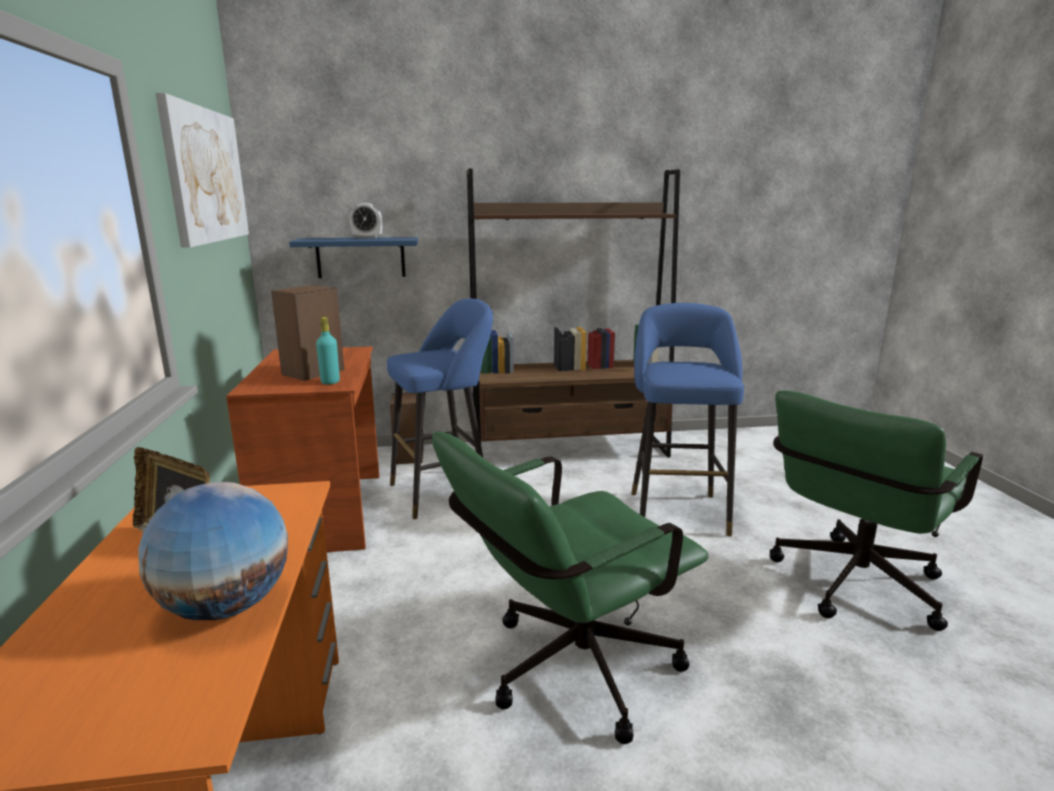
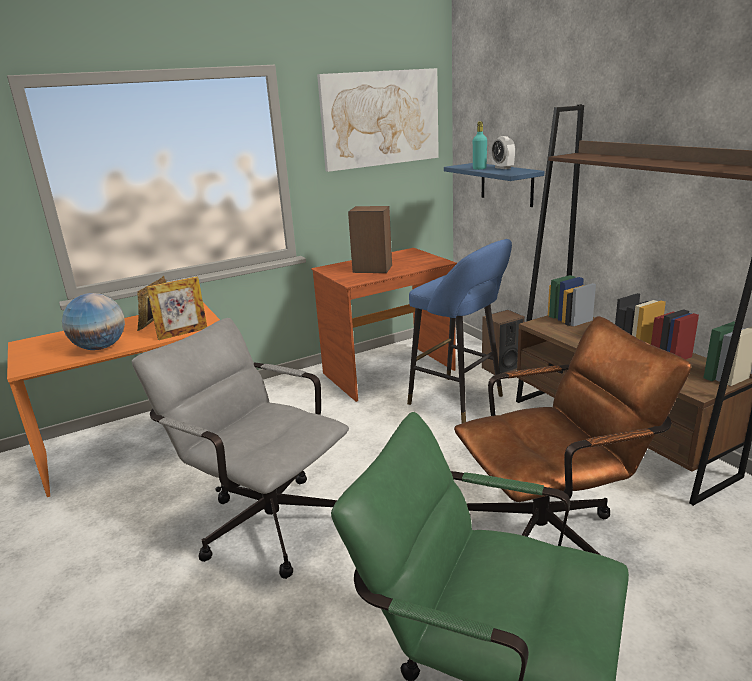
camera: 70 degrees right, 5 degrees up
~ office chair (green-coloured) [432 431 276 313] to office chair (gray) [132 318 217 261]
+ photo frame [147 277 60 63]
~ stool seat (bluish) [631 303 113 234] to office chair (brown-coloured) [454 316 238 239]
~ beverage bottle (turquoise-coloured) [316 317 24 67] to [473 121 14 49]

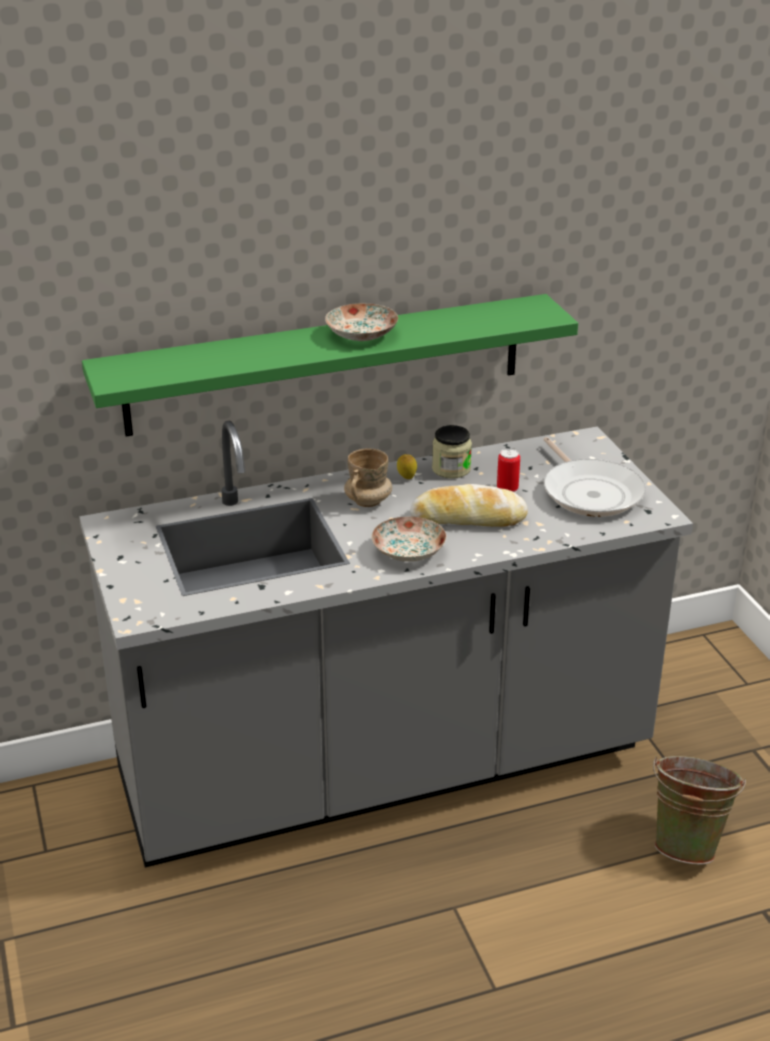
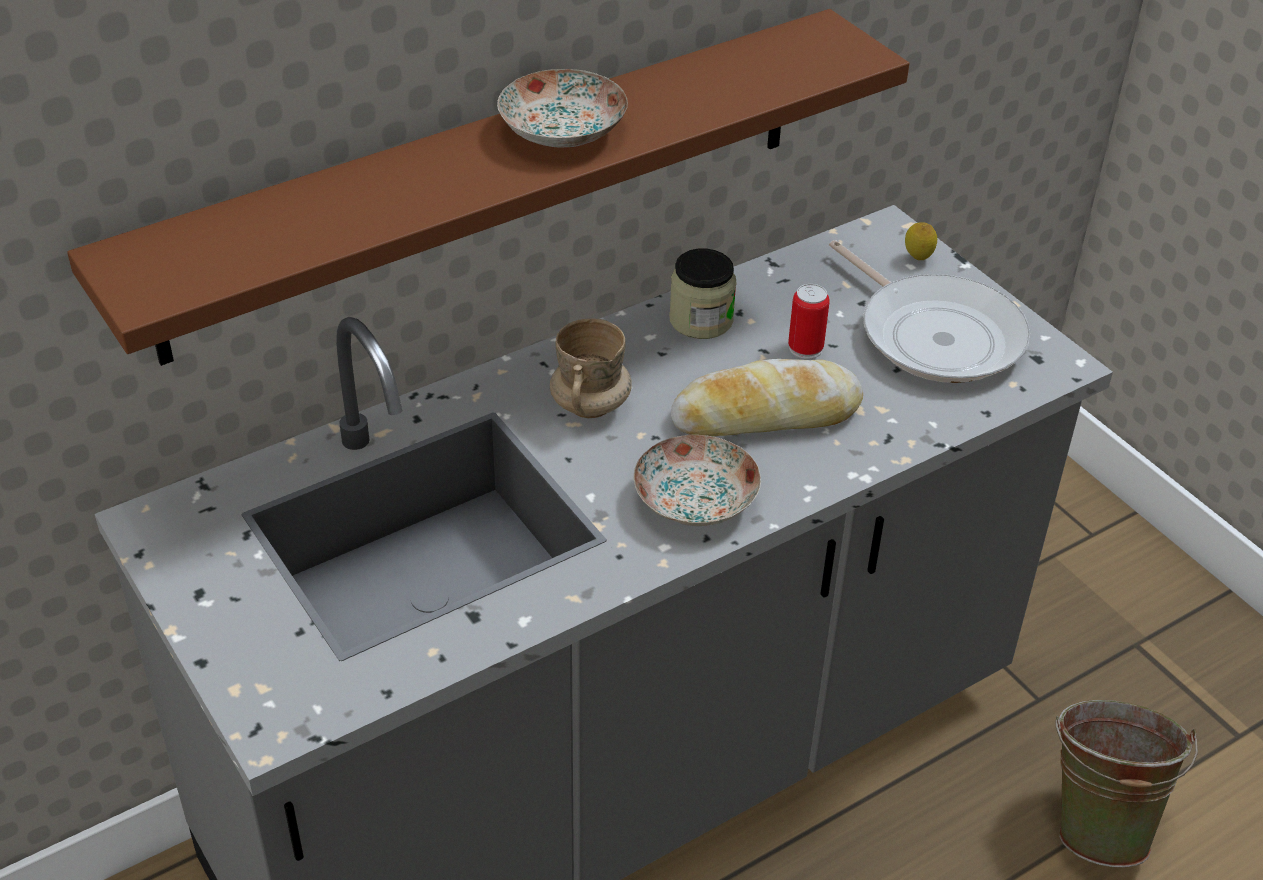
camera: 15 degrees left, 10 degrees up
~ shelf (green-coloured) [82 294 496 142] to shelf (brown-coloured) [67 9 842 357]
~ citrus fruit [397 454 20 25] to [905 222 32 38]

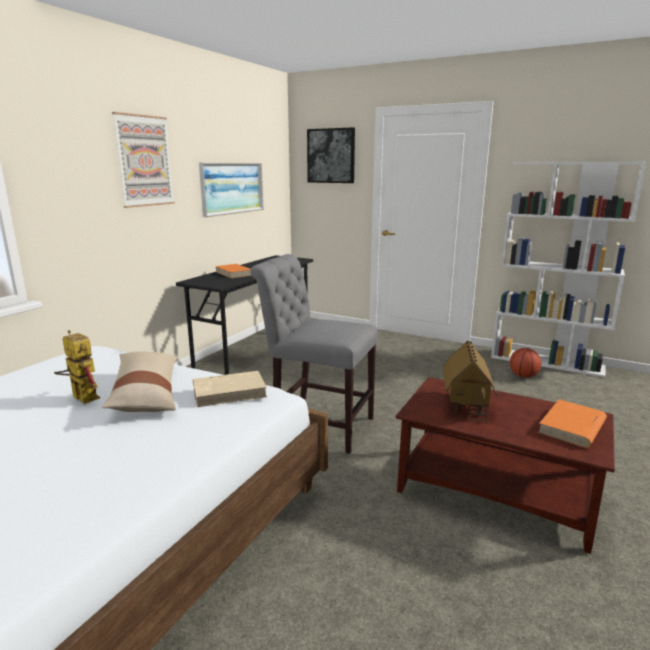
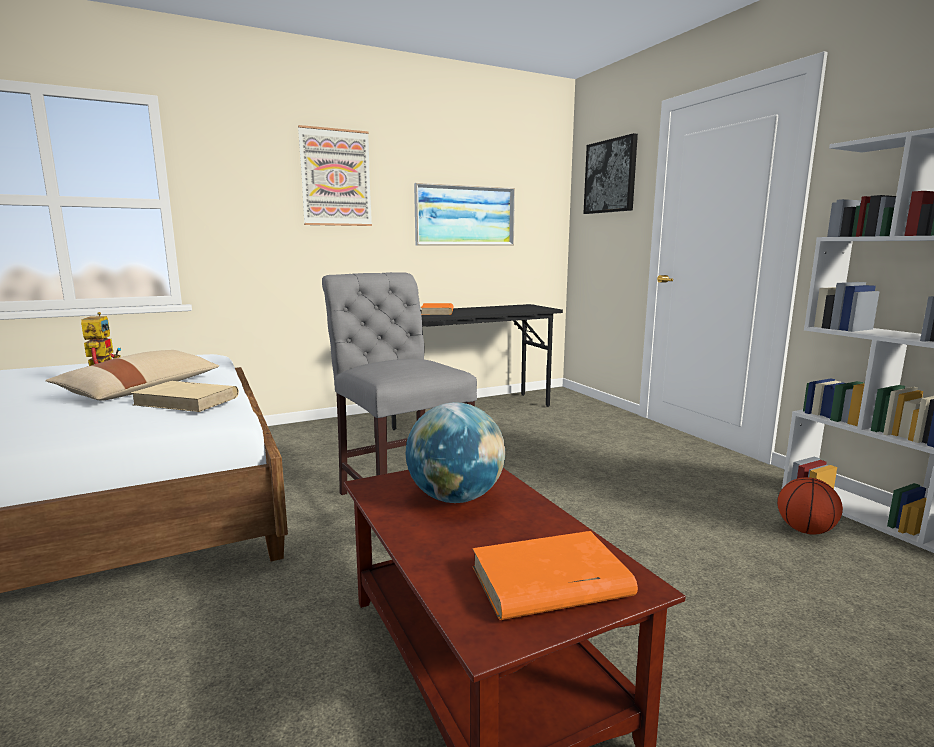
camera: 35 degrees right, 5 degrees down
~ model house [443 340 54 84] to world globe [406 402 99 101]

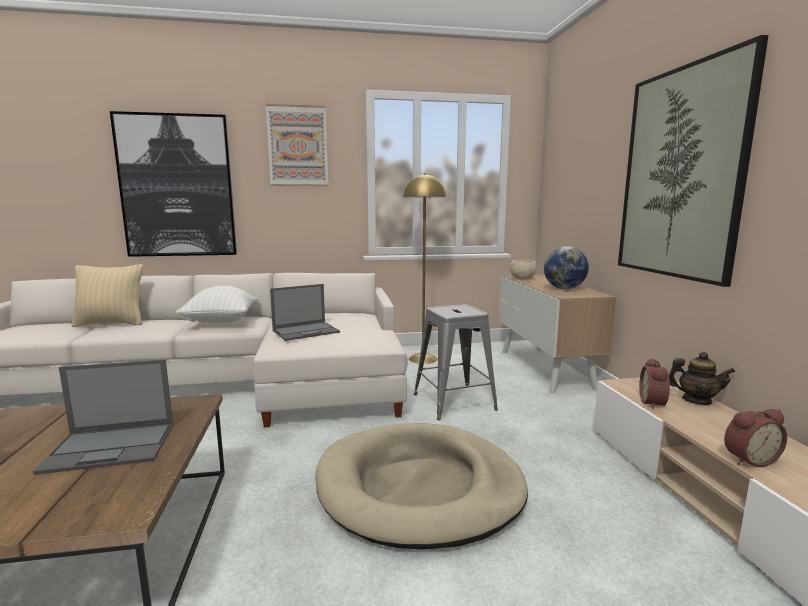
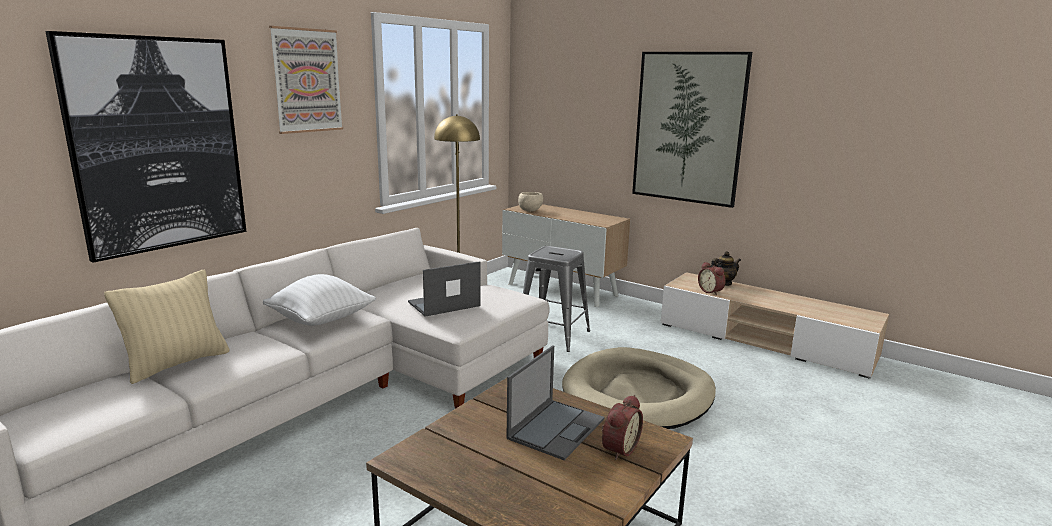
camera: 45 degrees left, 5 degrees up
~ portable computer [270 284 70 57] = [408 261 73 56] 135 degrees counterclockwise
~ table clock [724 409 63 58] to [602 395 41 65]
- world globe [544 246 45 43]

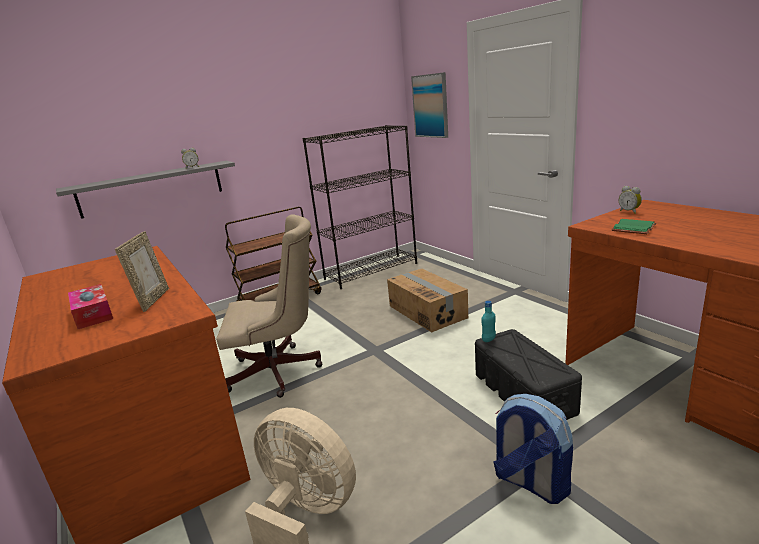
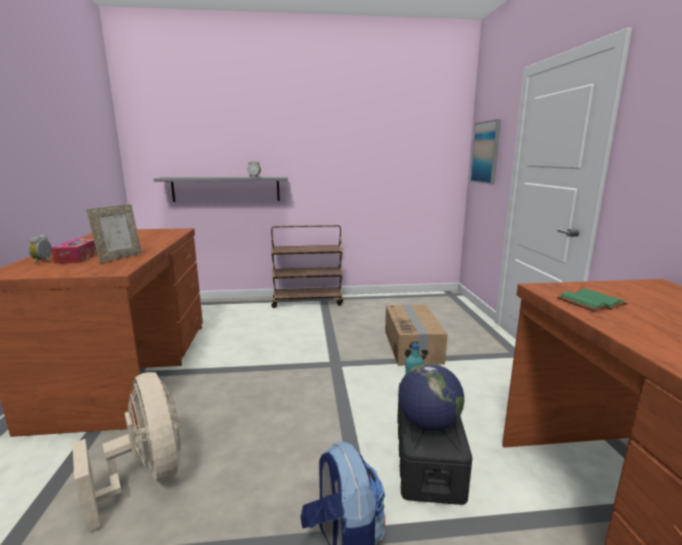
camera: 25 degrees right, 5 degrees down
~ table clock [619 186 23 28] to [28 234 24 30]
+ world globe [398 363 66 68]
- office chair (sand-coloured) [216 214 107 184]
- bookcase (black-coloured) [303 125 114 164]

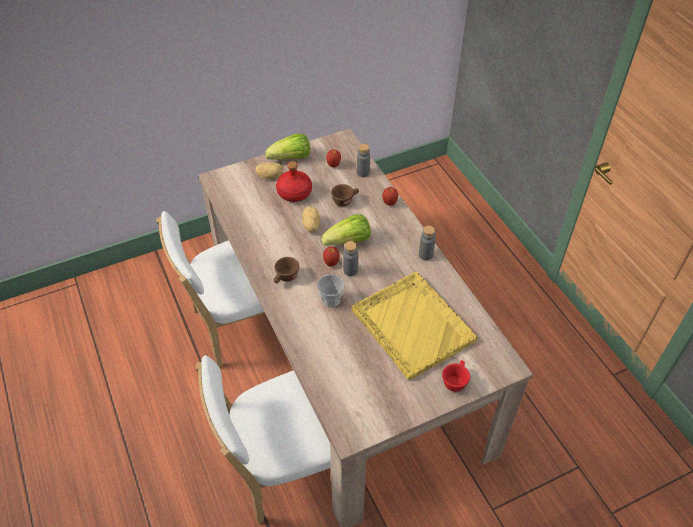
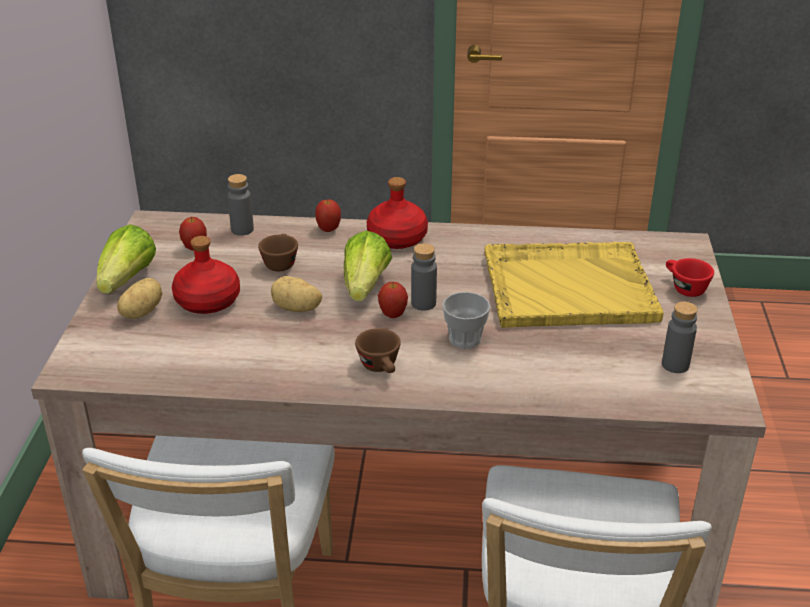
camera: 60 degrees left, 15 degrees down
+ beverage bottle (reddish) [367 177 61 72]
~ beverage bottle (gray) [419 225 17 35] to [662 301 36 72]

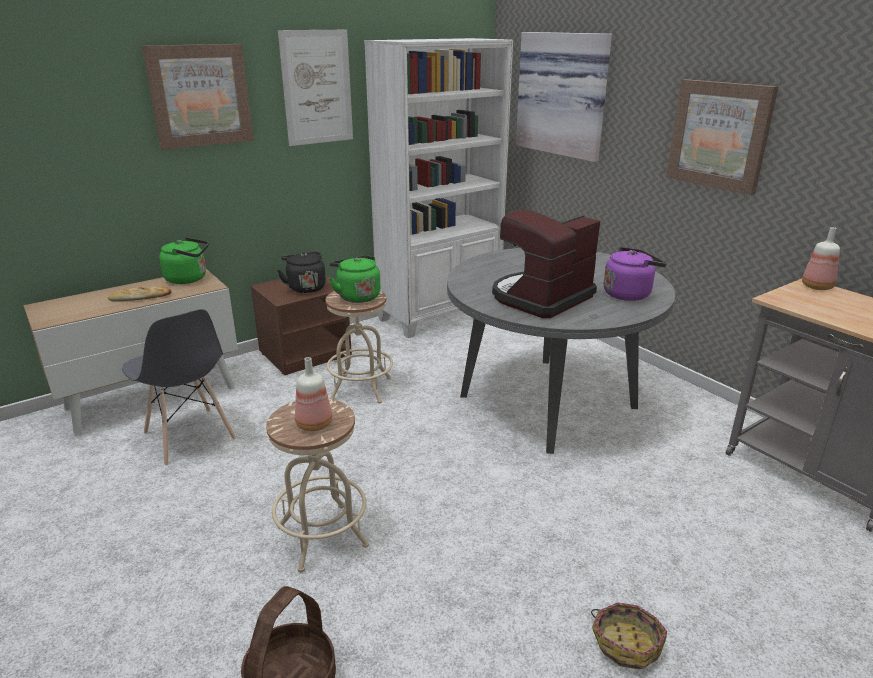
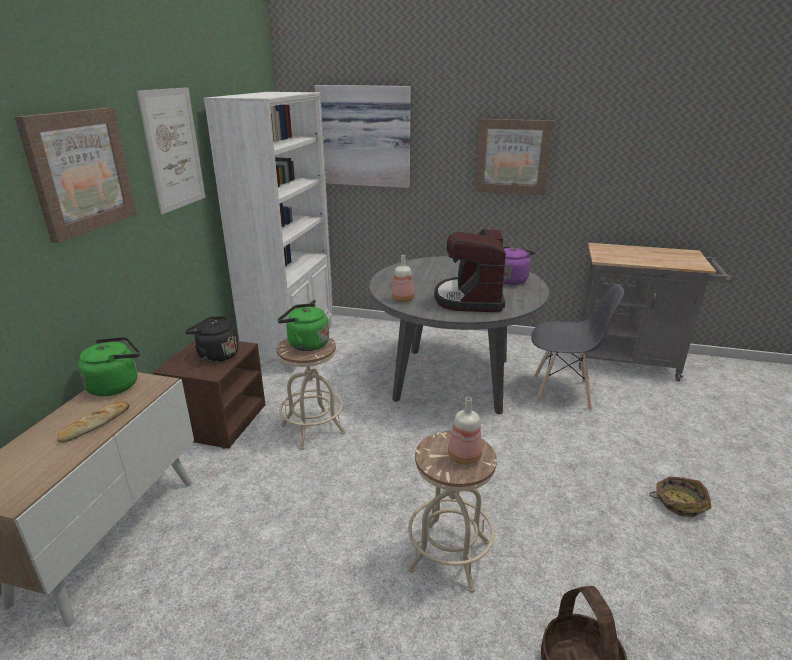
camera: 40 degrees left, 0 degrees up
~ beverage bottle [802 227 38 63] to [392 255 22 47]
~ upright chair (gray) [122 309 114 156] to [531 284 93 126]

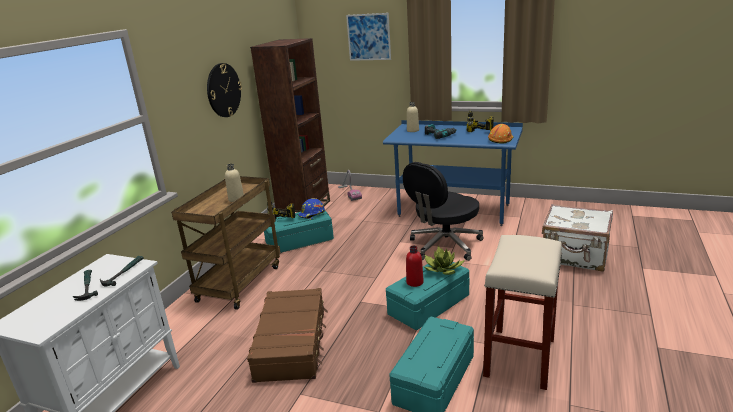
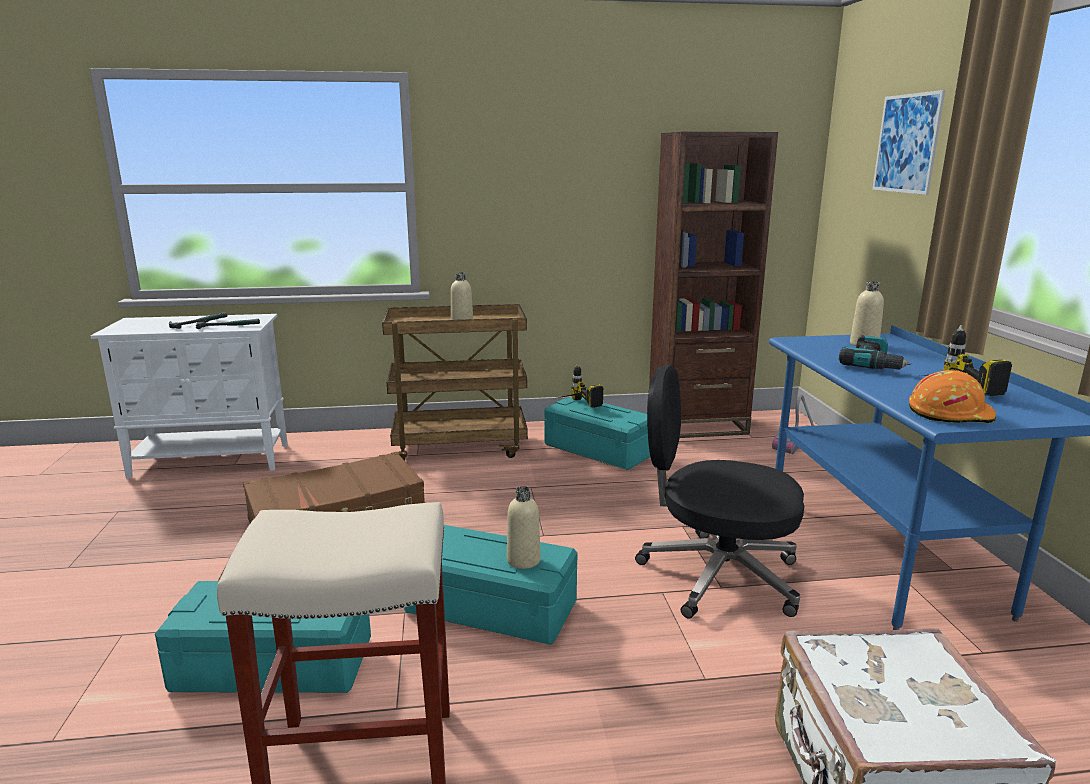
camera: 60 degrees right, 5 degrees down
~ houseplant [424 246 41 29] to beverage bottle (sand-coloured) [507 486 34 83]
- clock on the wall [207 63 35 54]
- work helmet (bluish) [298 198 27 21]
- beverage bottle (reddish) [406 245 18 42]

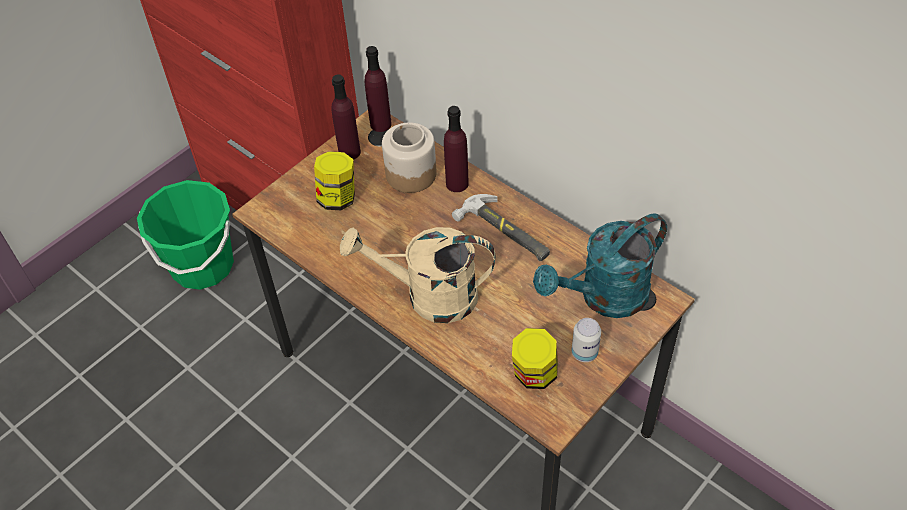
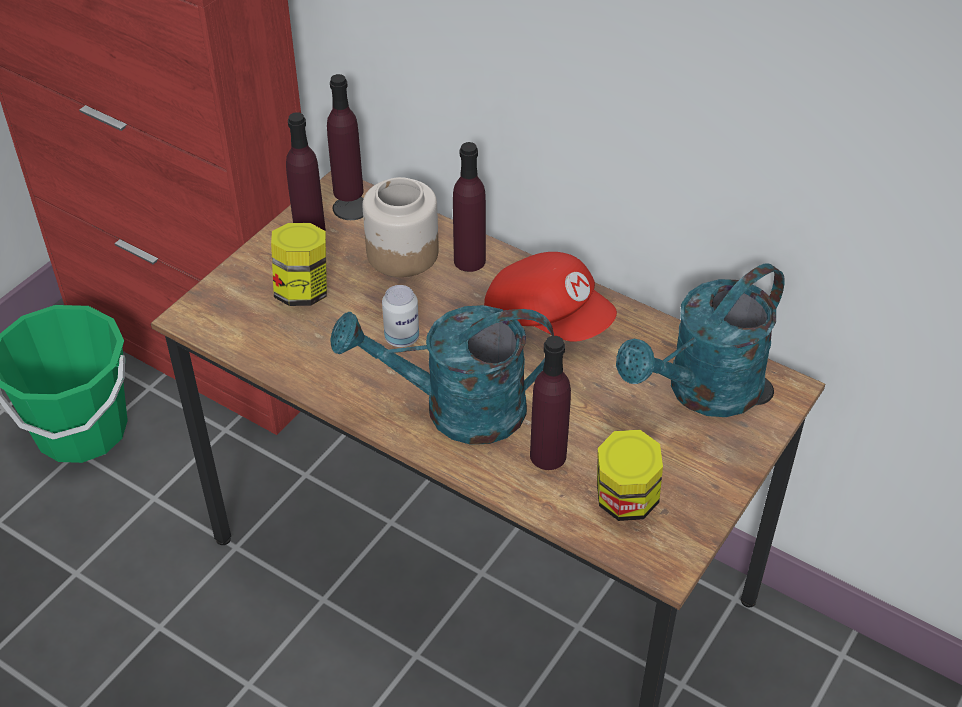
camera: 10 degrees left, 5 degrees down
~ sprinkling can (sand-coloured) [340 227 155 96] to sprinkling can (turquoise-coloured) [330 305 224 140]
~ metal can [571 318 30 44] to [382 285 37 62]
~ hand hammer [452 194 98 67] to baseball cap (reddish) [484 252 133 90]
+ beverage bottle (purple) [530 336 41 134]

